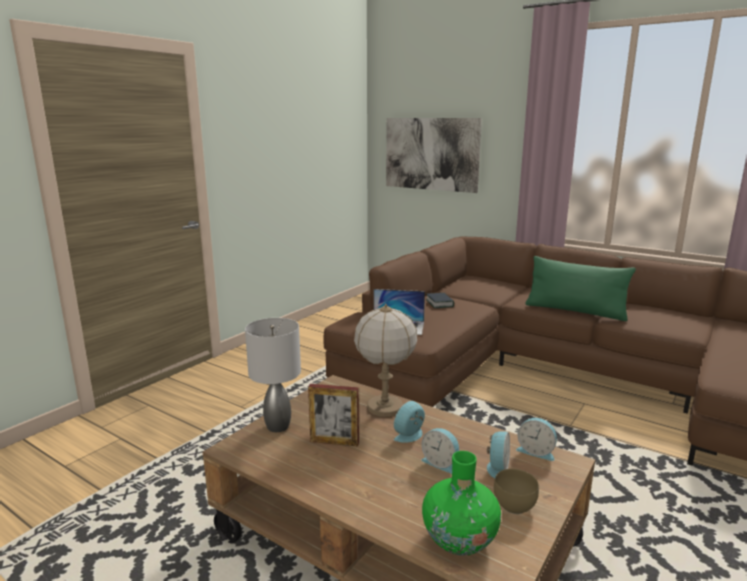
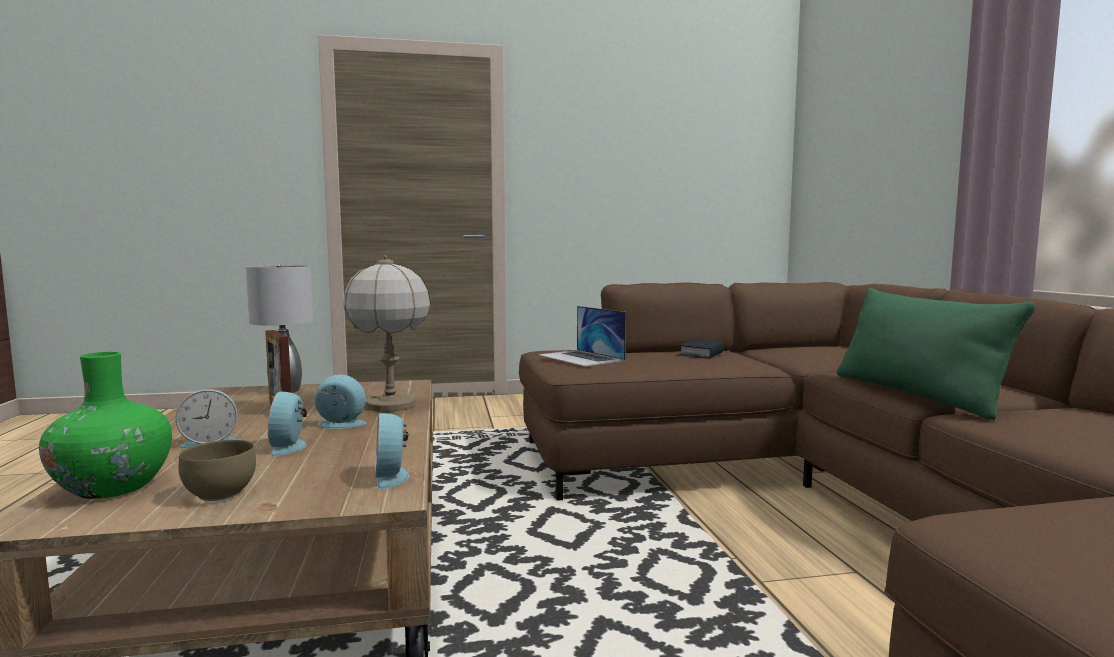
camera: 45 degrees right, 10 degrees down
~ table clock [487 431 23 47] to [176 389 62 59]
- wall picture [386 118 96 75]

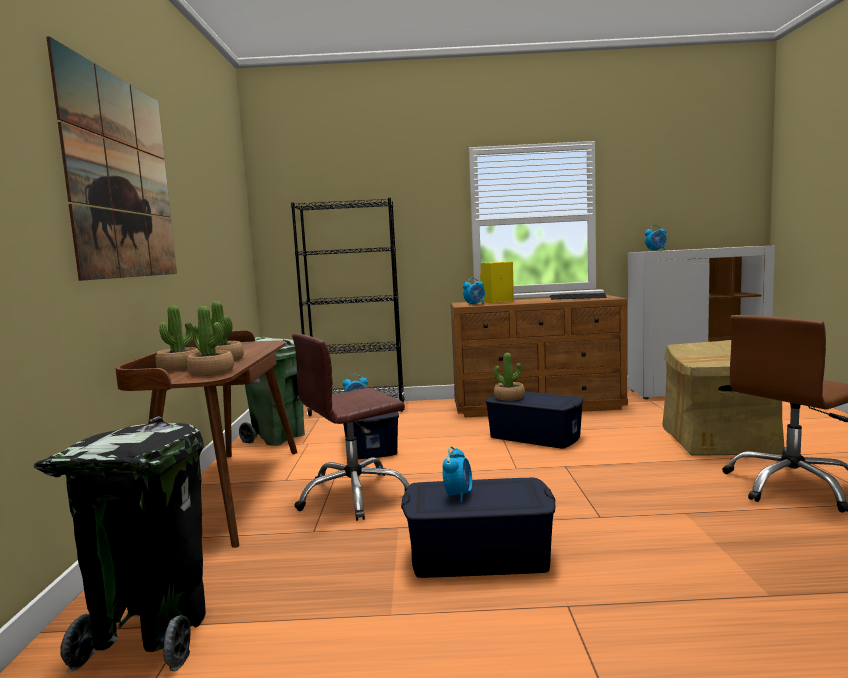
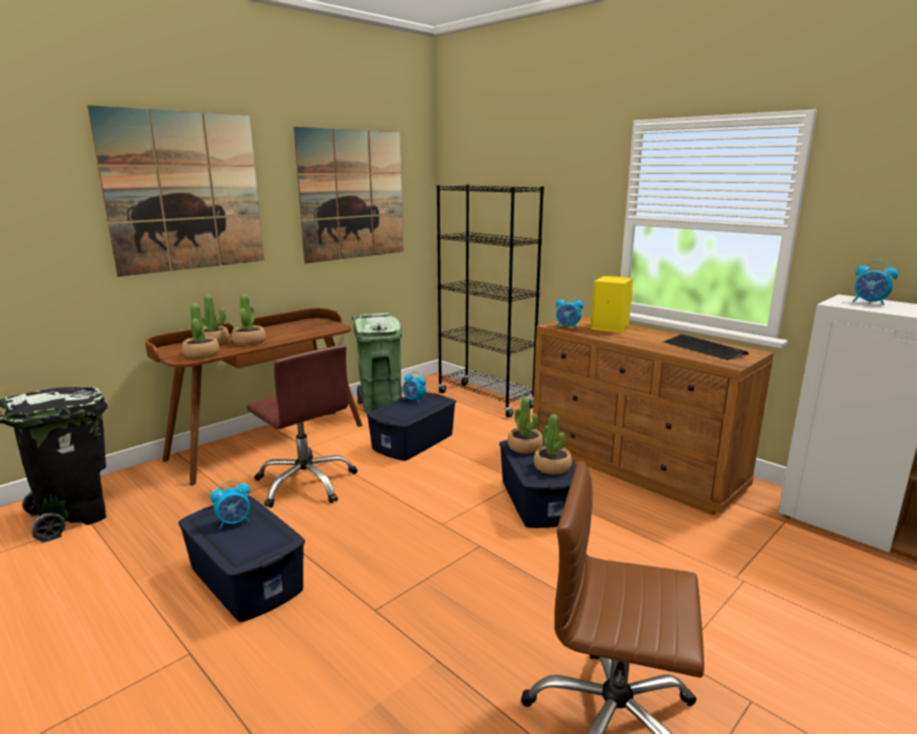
camera: 45 degrees right, 10 degrees up
~ office chair (brown-coloured) [292 333 117 188] = [247 345 110 163] 150 degrees counterclockwise
+ wall picture [294 127 109 137]
+ houseplant [534 414 38 61]
- cardboard box [662 340 122 116]

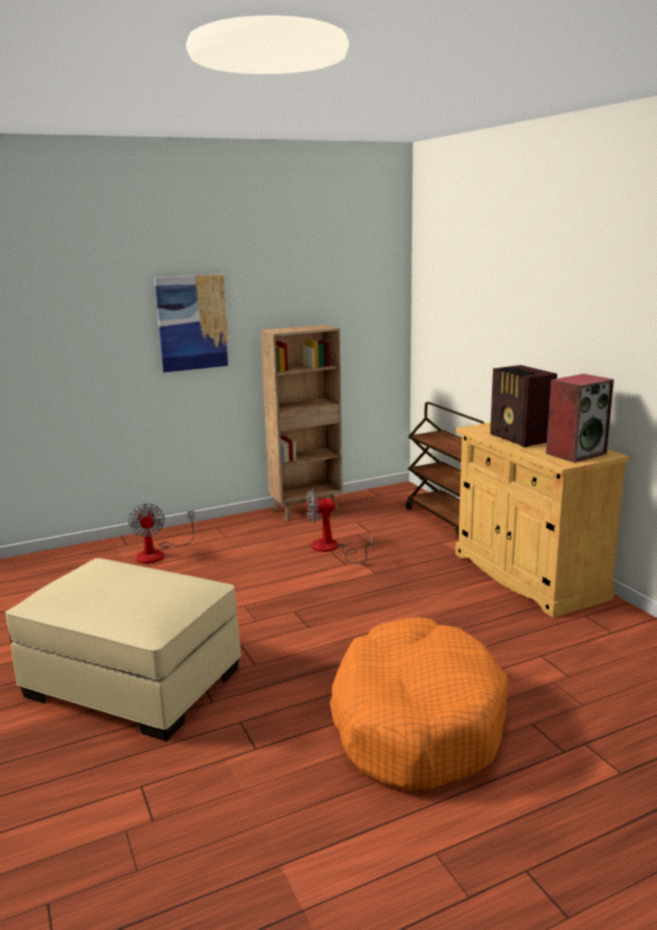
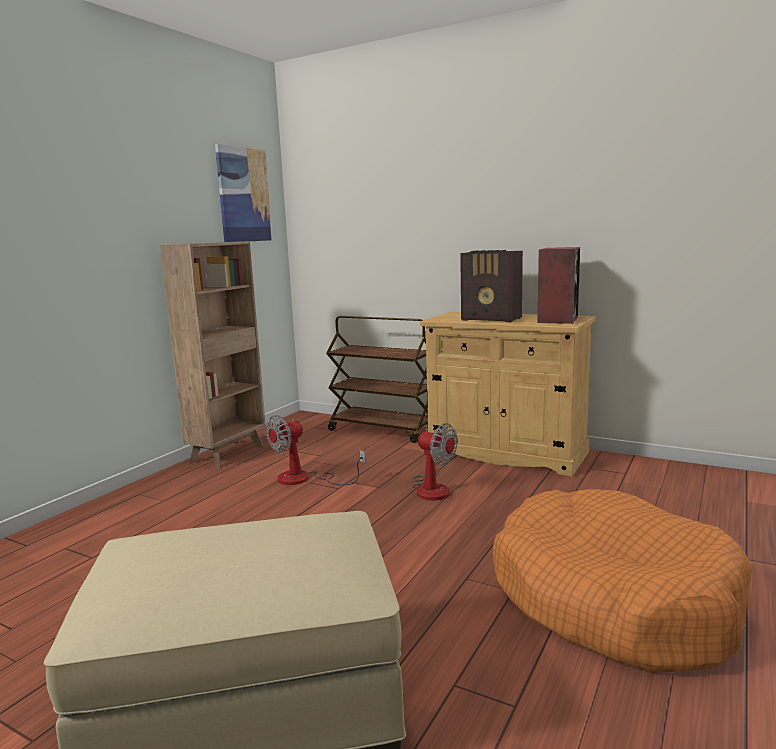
camera: 35 degrees left, 5 degrees down
~ wall picture [154 274 76 99] to [215 144 57 98]
~ fan [128 503 67 61] to [412 423 45 77]

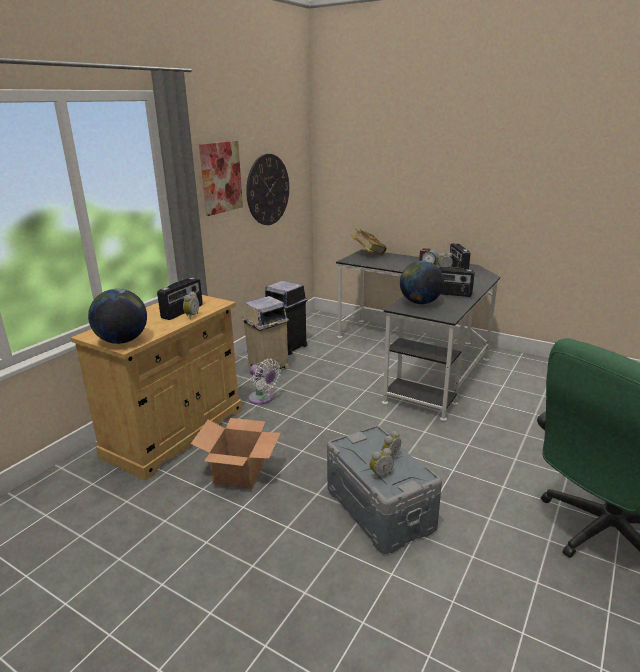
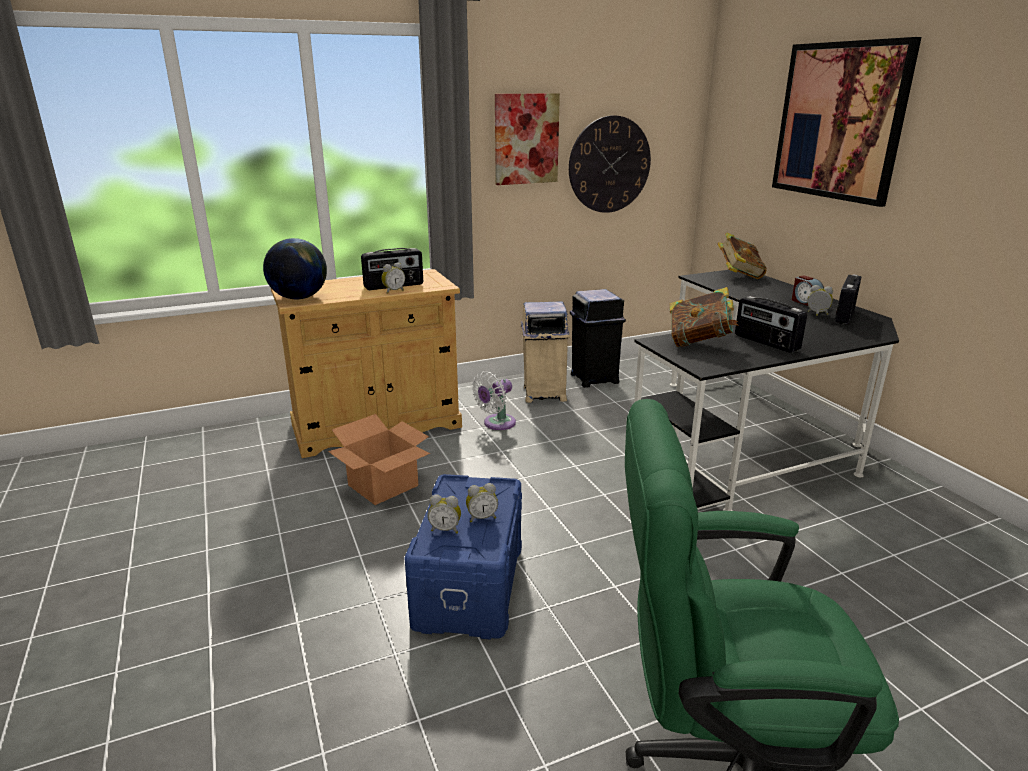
camera: 35 degrees right, 0 degrees up
~ storage box (gray) [327 425 115 129] to storage box (bluish) [404 474 118 166]
~ fan (whitish) [248 359 33 46] = [472 371 44 59] 60 degrees clockwise
~ world globe [400 261 44 43] to volume [670 287 69 60]
+ wall picture [772 37 149 170]

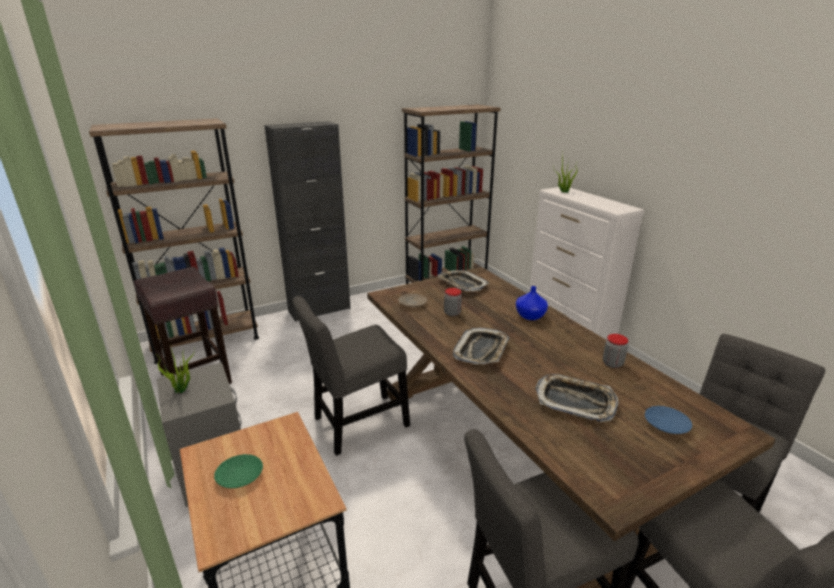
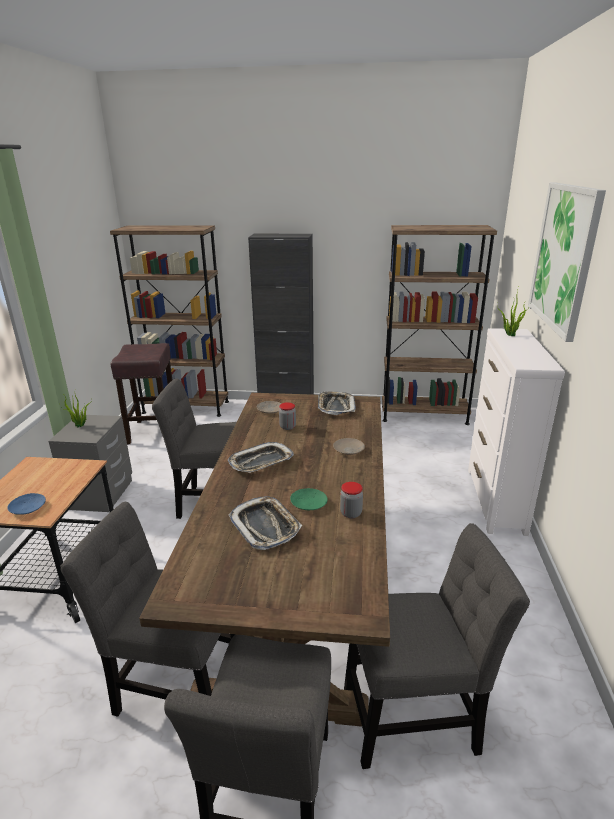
camera: 35 degrees right, 0 degrees up
~ plate (bluish) [645 406 47 28] to [7 493 39 22]
~ plate (green-coloured) [214 454 49 34] to [290 488 38 22]
~ vase (bluish) [516 286 32 34] to plate (sand-coloured) [333 438 32 17]
+ wall picture [528 183 78 159]

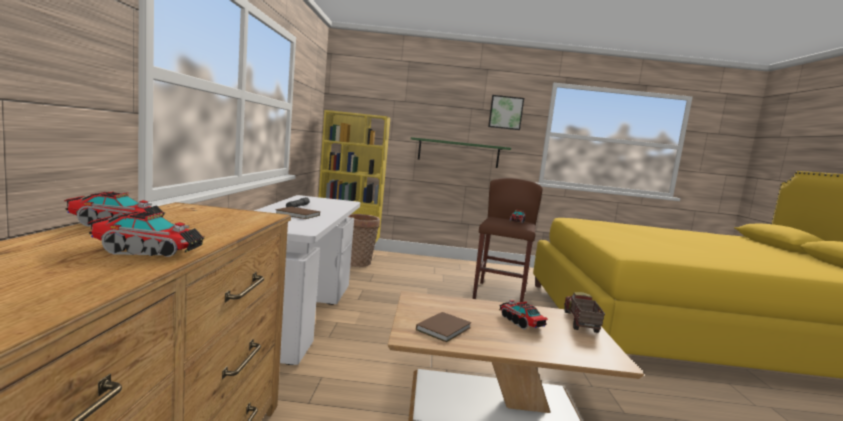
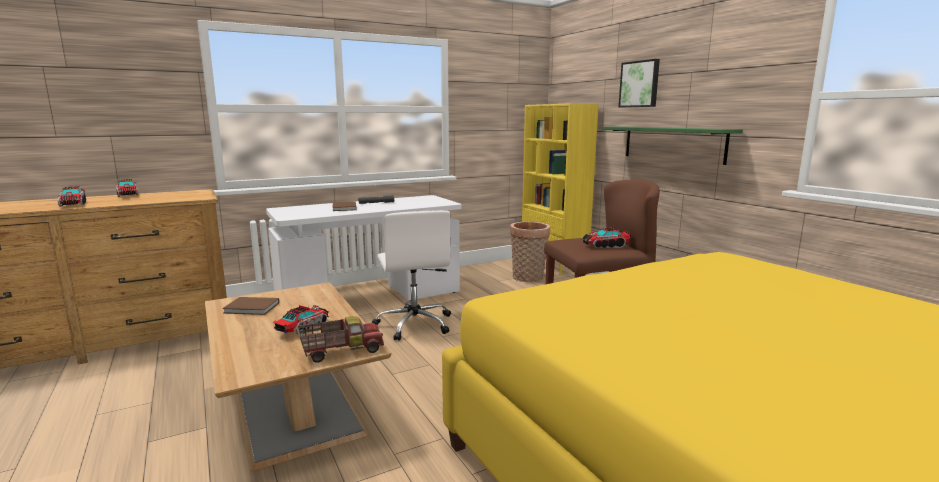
camera: 60 degrees right, 5 degrees up
+ office chair (whitish) [371 210 80 131]
~ wall picture [488 95 36 35] to [619 59 41 48]

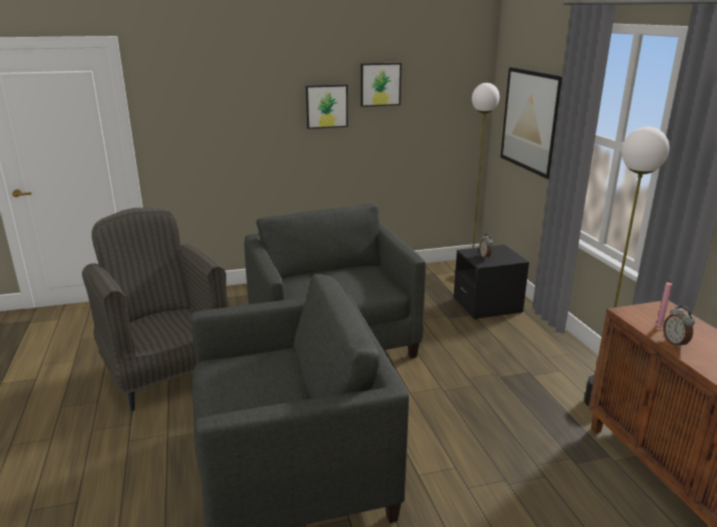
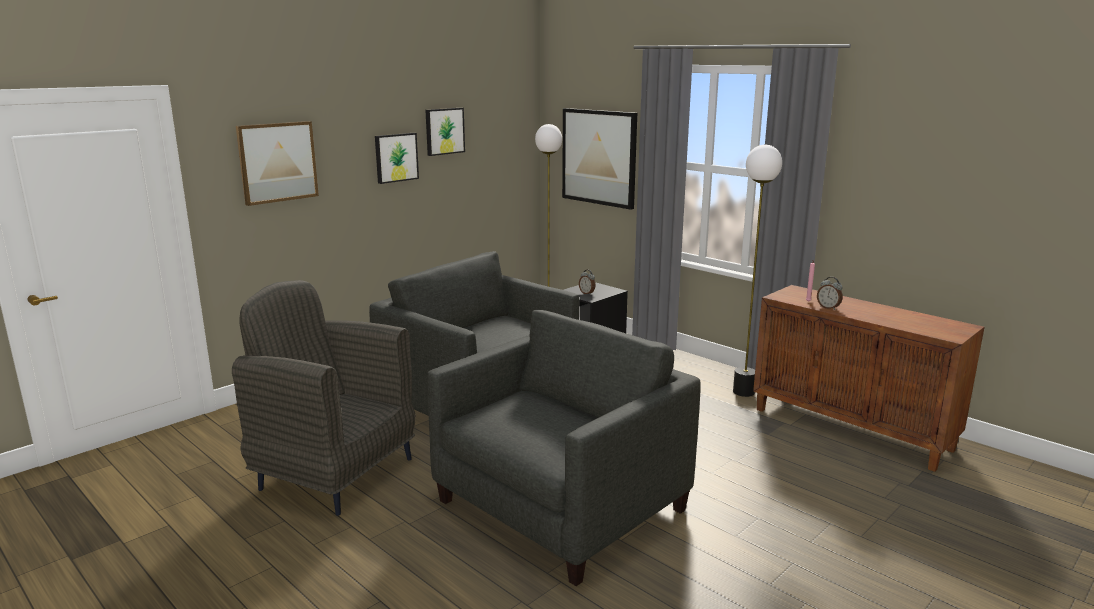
camera: 30 degrees left, 5 degrees down
+ wall picture [236 121 83 85]

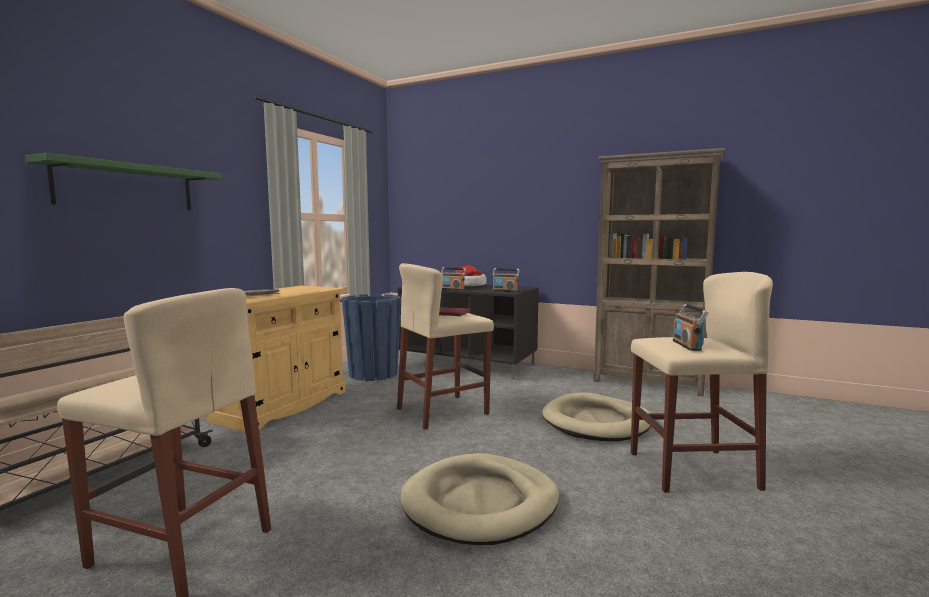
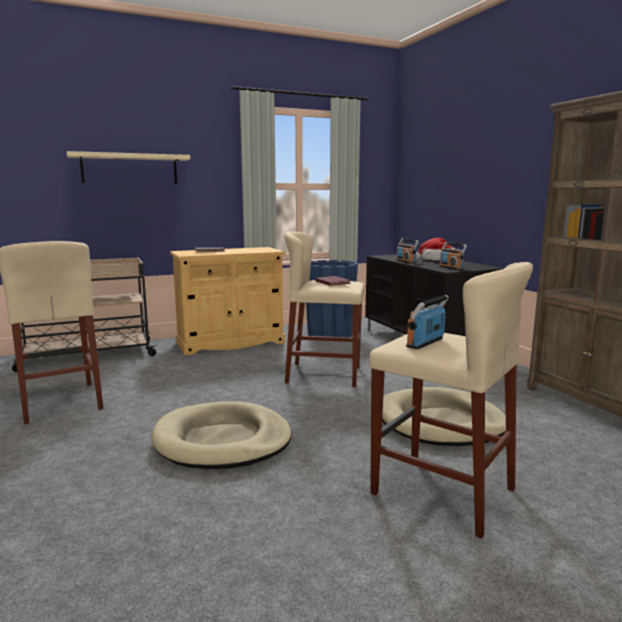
camera: 40 degrees right, 5 degrees up
~ shelf (green-coloured) [25 153 197 57] to shelf (sand-coloured) [67 151 123 33]

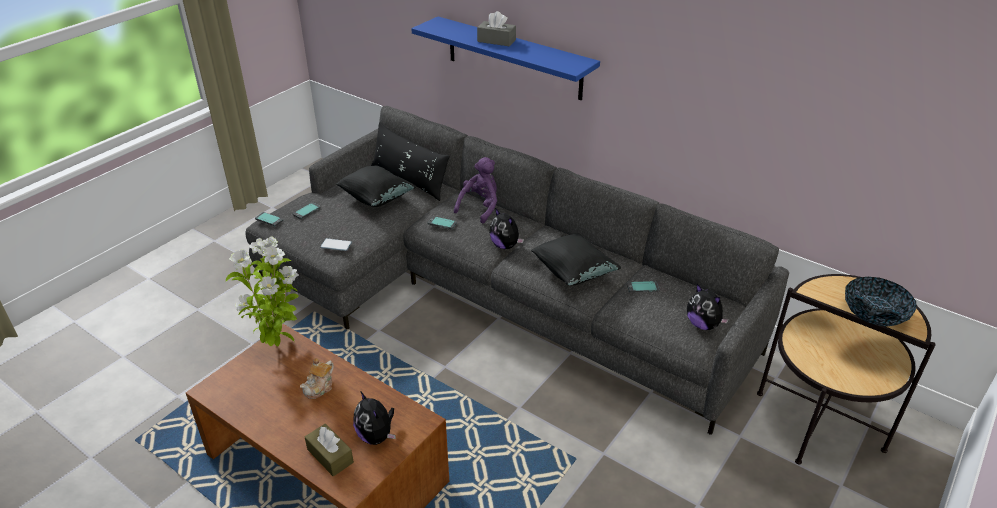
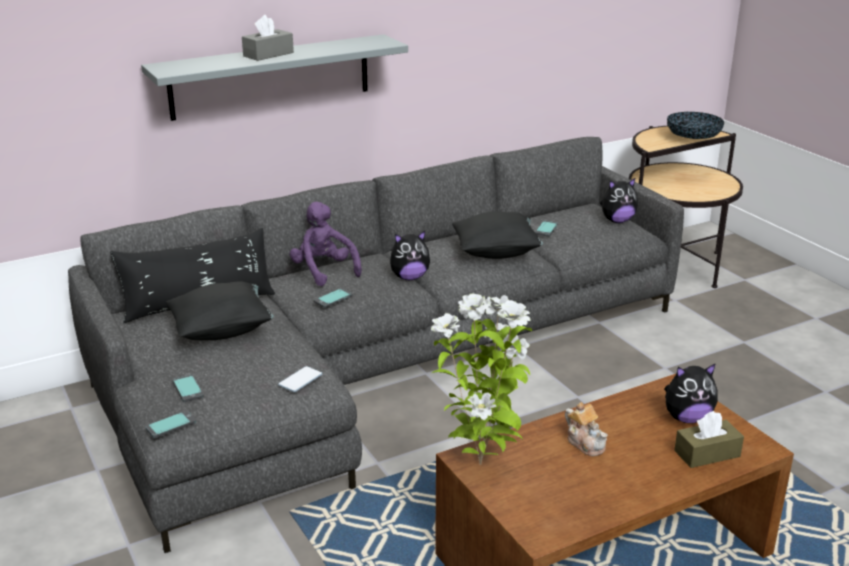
camera: 65 degrees left, 10 degrees down
~ shelf (bluish) [411 17 189 83] to shelf (gray) [141 34 267 87]

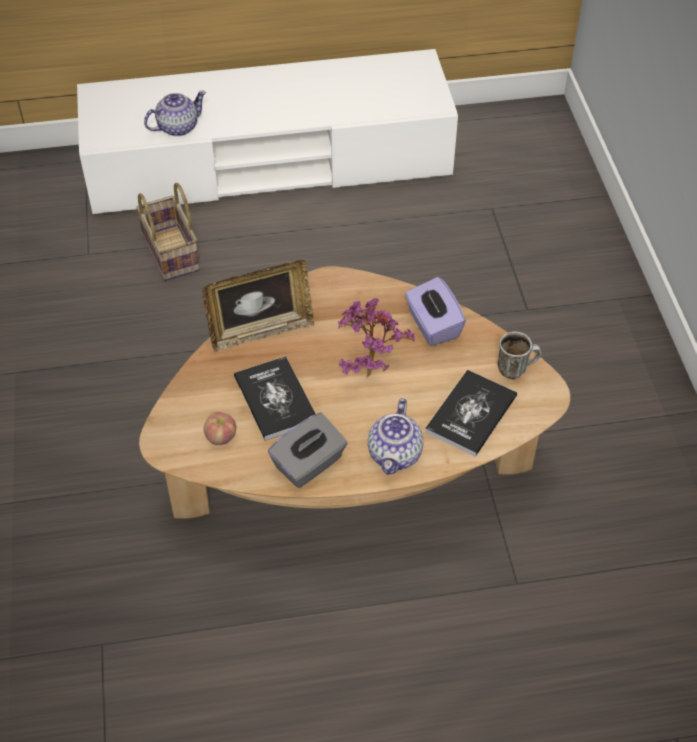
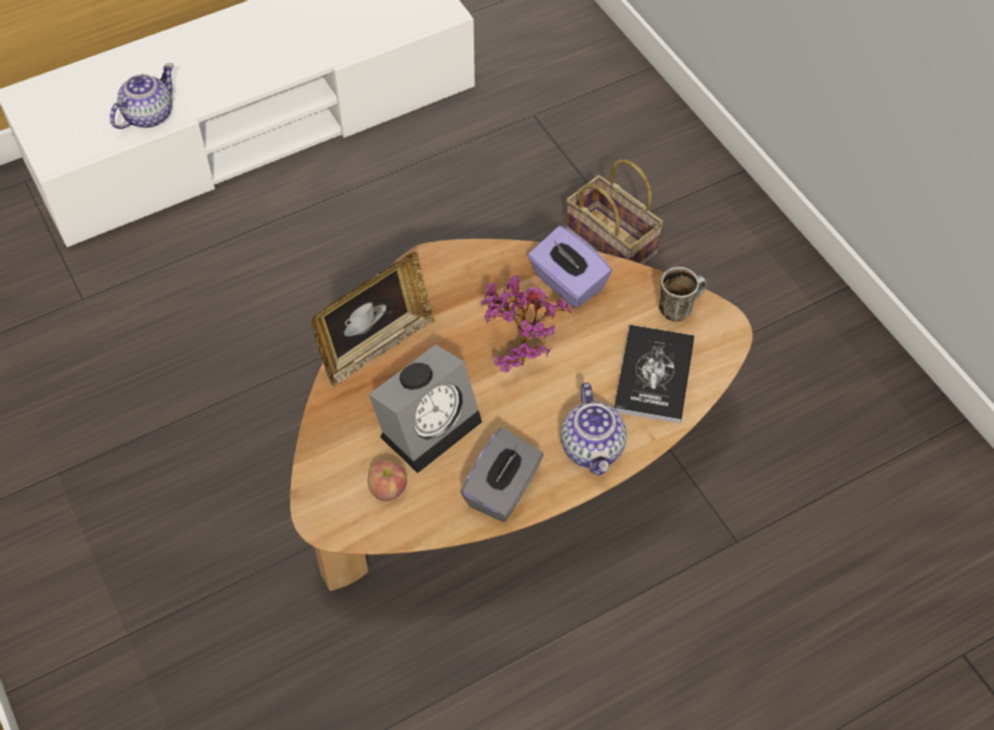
camera: 20 degrees left, 5 degrees up
~ volume [234 356 82 85] to table clock [369 344 113 129]
~ household basket [136 183 64 98] to [566 159 98 106]

